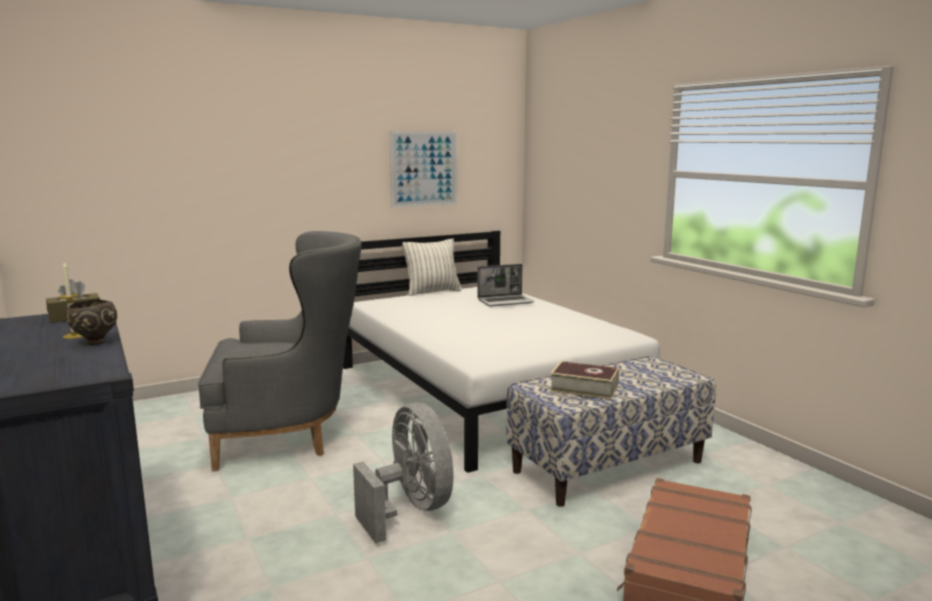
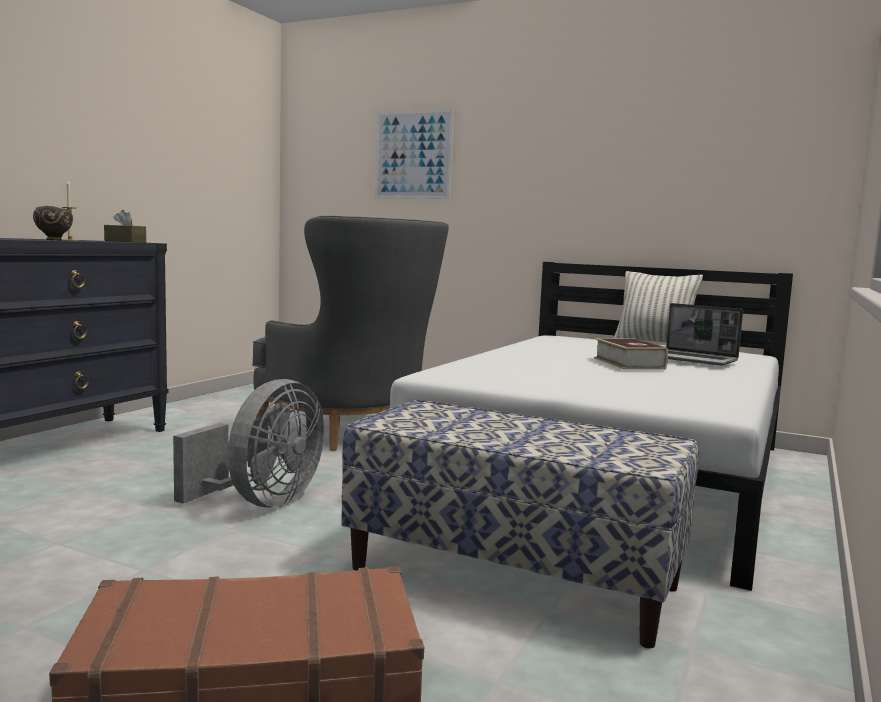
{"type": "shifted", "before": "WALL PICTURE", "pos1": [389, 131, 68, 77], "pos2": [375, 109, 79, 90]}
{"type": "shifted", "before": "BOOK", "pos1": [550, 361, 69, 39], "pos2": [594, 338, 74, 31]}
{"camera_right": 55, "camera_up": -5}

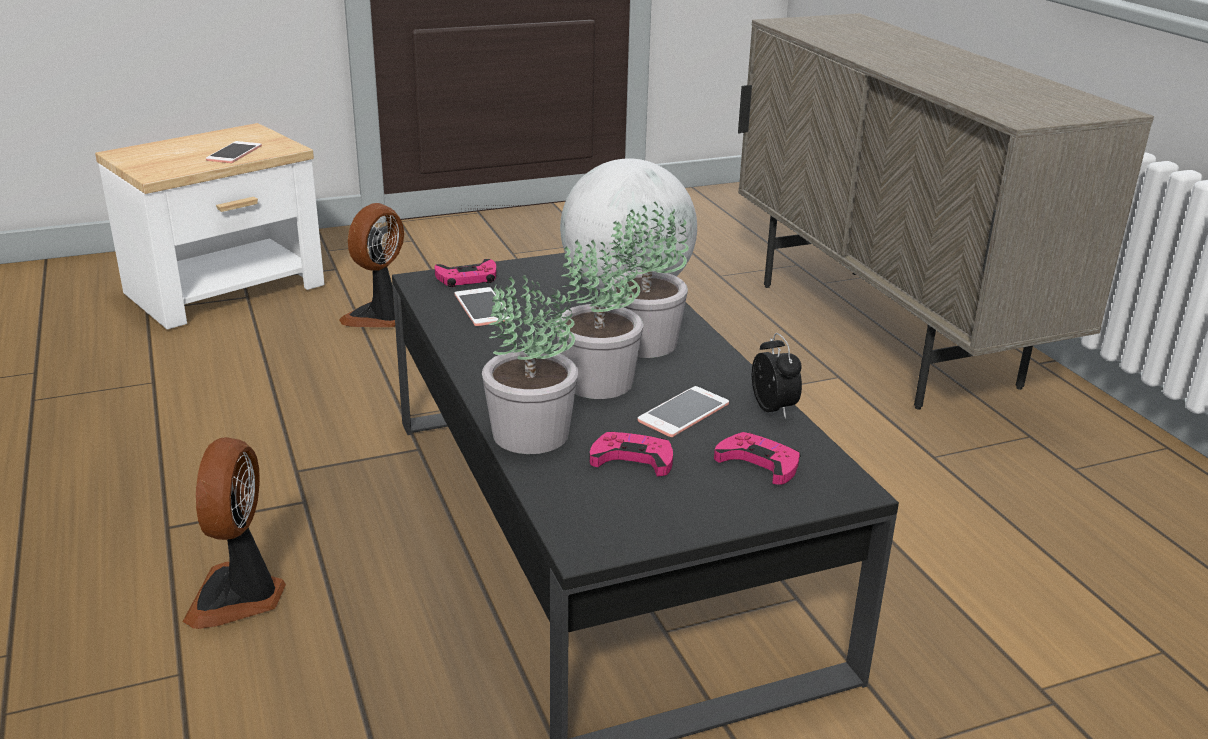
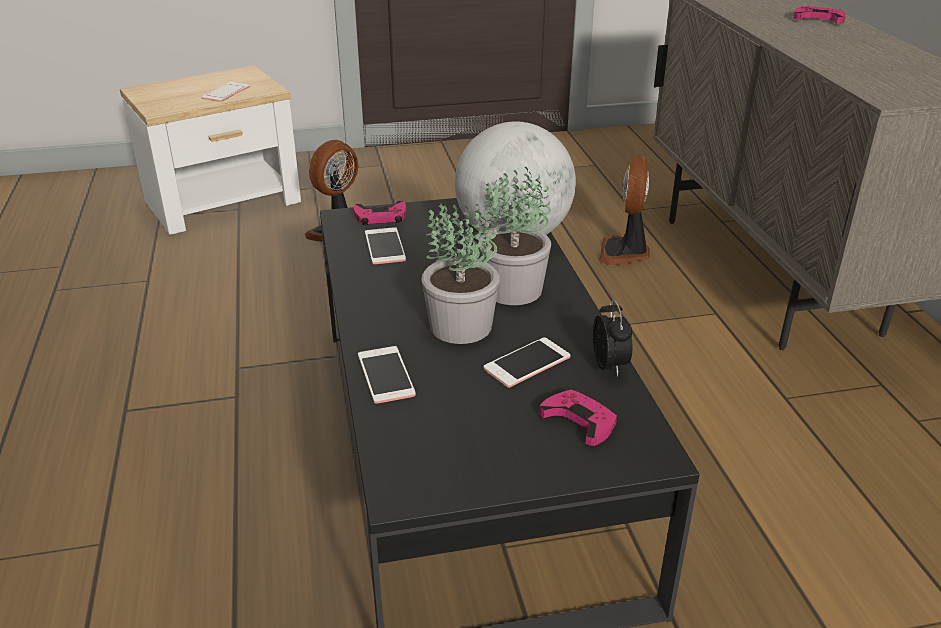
{"type": "shifted", "before": "ELECTRIC FAN", "pos1": [182, 437, 104, 192], "pos2": [600, 155, 50, 110]}
{"type": "shifted", "before": "PINKISH GAMEPAD", "pos1": [589, 431, 84, 45], "pos2": [794, 6, 52, 18]}
{"type": "swapped", "before": "HOUSEPLANT", "after": "HANDSET", "pos1": [482, 275, 96, 179], "pos2": [358, 346, 58, 58]}
{"camera_right": 10, "camera_up": 5}

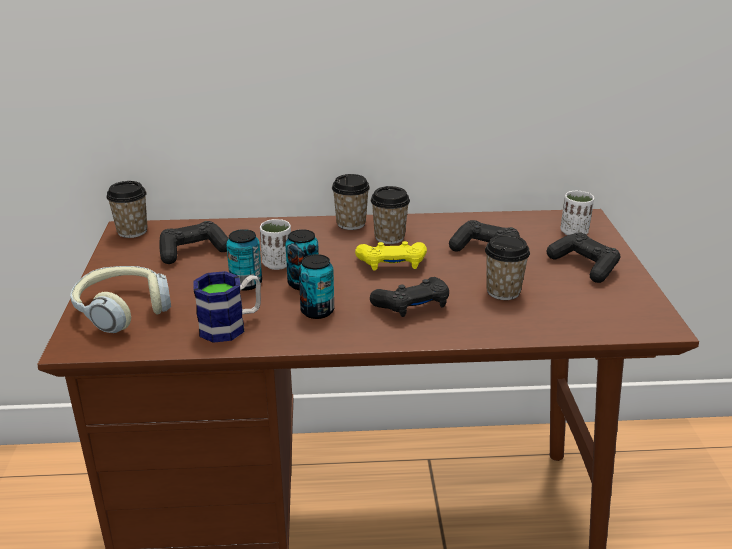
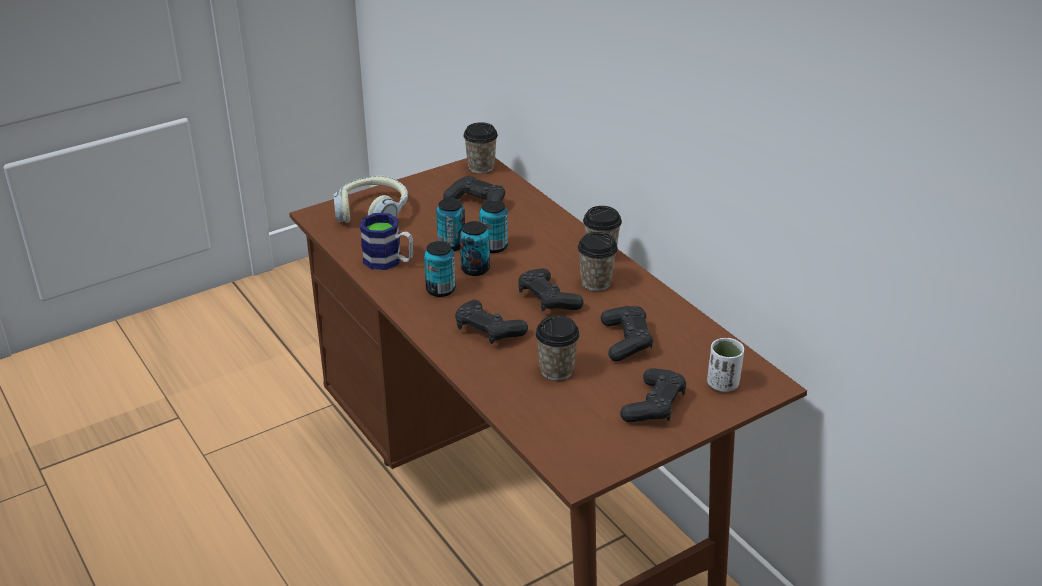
{"type": "swapped", "before": "WHITISH DRINKING CUP", "after": "CAN", "pos1": [260, 219, 31, 51], "pos2": [479, 200, 29, 53]}
{"type": "repainted", "before": "YELLOWISH GAMEPAD", "after": "BLACKISH GAMEPAD", "pos1": [355, 241, 72, 30], "pos2": [518, 268, 66, 43]}
{"camera_right": 60, "camera_up": 5}

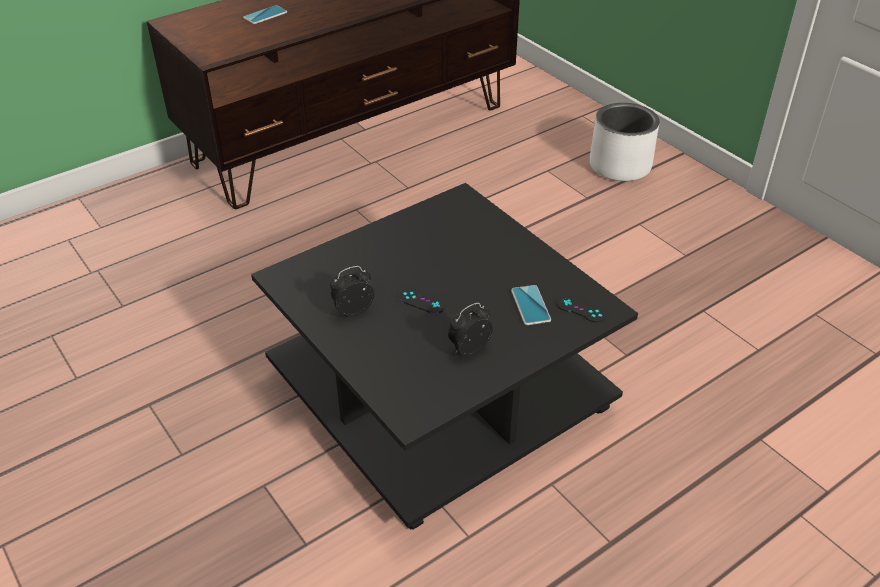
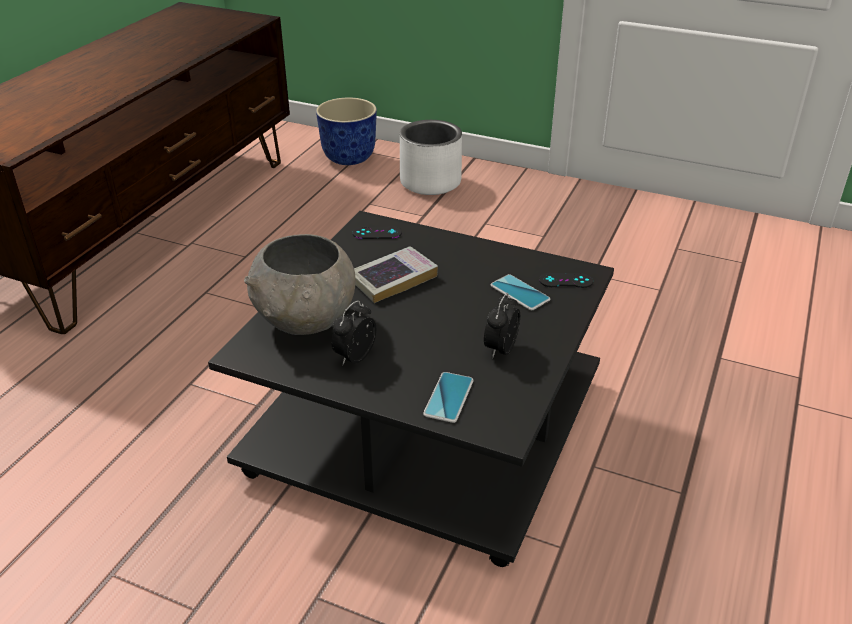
{"type": "new", "after": "GREY BOWL", "pos2": [244, 234, 111, 101]}
{"type": "new", "after": "PLANTER", "pos2": [316, 97, 61, 68]}
{"type": "new", "after": "BOOK", "pos2": [354, 246, 84, 57]}
{"type": "shifted", "before": "HANDSET", "pos1": [243, 5, 44, 19], "pos2": [423, 372, 51, 51]}
{"type": "shifted", "before": "BLACKISH GAMEPAD", "pos1": [399, 288, 47, 26], "pos2": [352, 226, 50, 13]}
{"camera_right": -30, "camera_up": -5}

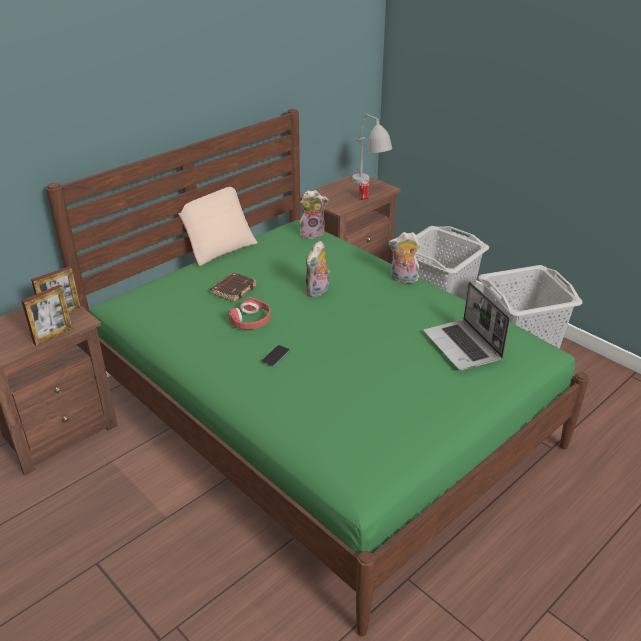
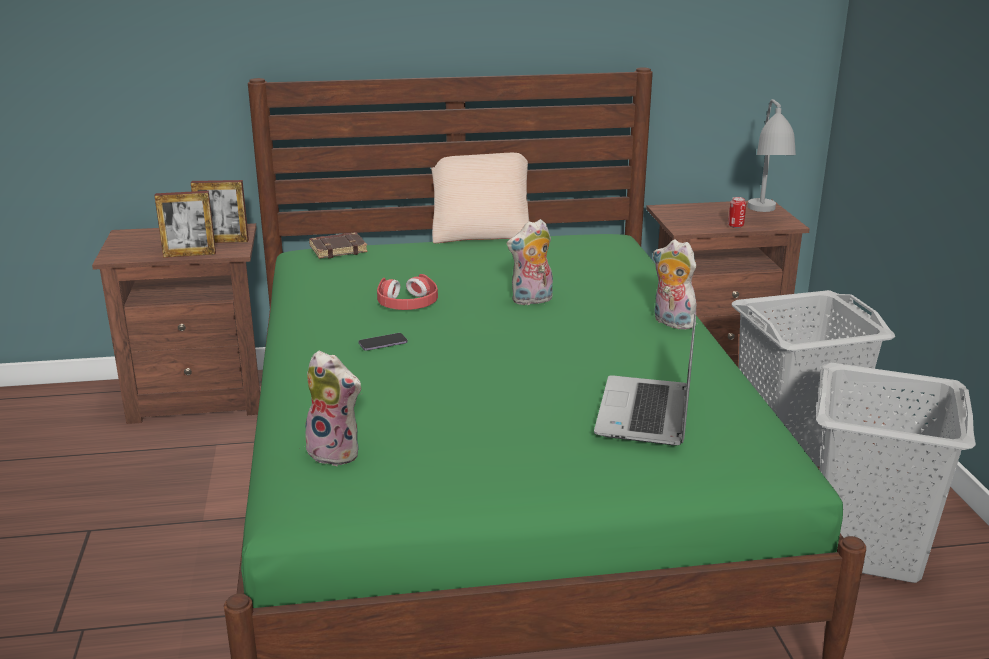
{"type": "shifted", "before": "BROWN BOOK", "pos1": [211, 273, 46, 29], "pos2": [309, 232, 59, 27]}
{"type": "shifted", "before": "CUDDLY TOY", "pos1": [300, 190, 29, 49], "pos2": [305, 351, 57, 115]}
{"camera_right": 35, "camera_up": -10}

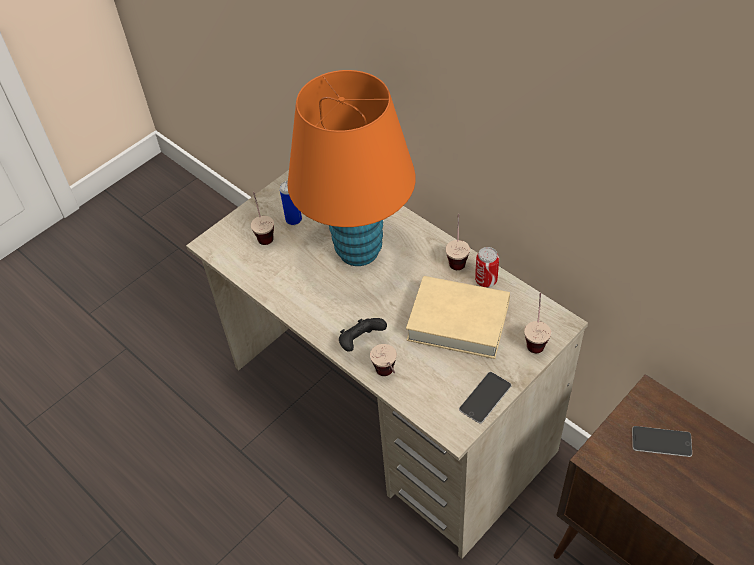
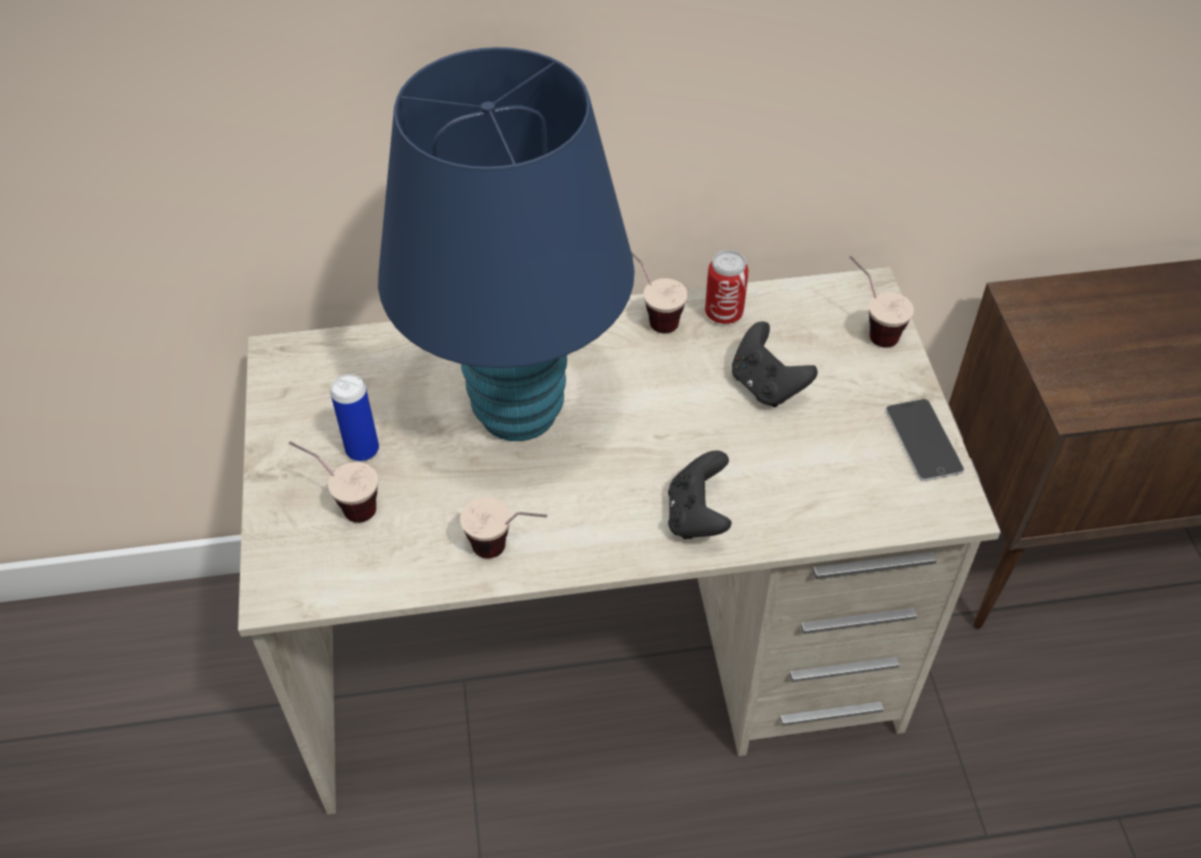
{"type": "gone", "before": "HANDSET", "pos1": [632, 426, 60, 31]}
{"type": "shifted", "before": "DRINKING CUP", "pos1": [370, 344, 27, 32], "pos2": [460, 497, 87, 62]}
{"type": "swapped", "before": "BEIGE BOOK", "after": "BLACKISH GAMEPAD", "pos1": [406, 276, 104, 83], "pos2": [732, 321, 86, 86]}
{"type": "repainted", "before": "ORANGEY TABLETOP LAMP", "after": "BLUE-COLOURED TABLETOP LAMP", "pos1": [287, 70, 129, 196], "pos2": [378, 47, 257, 394]}
{"camera_right": -55, "camera_up": 0}

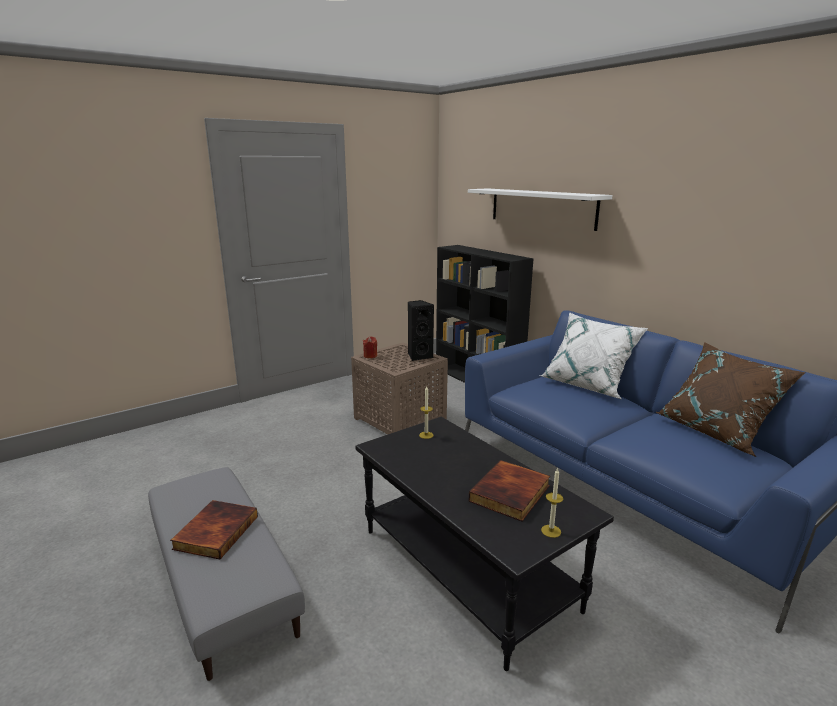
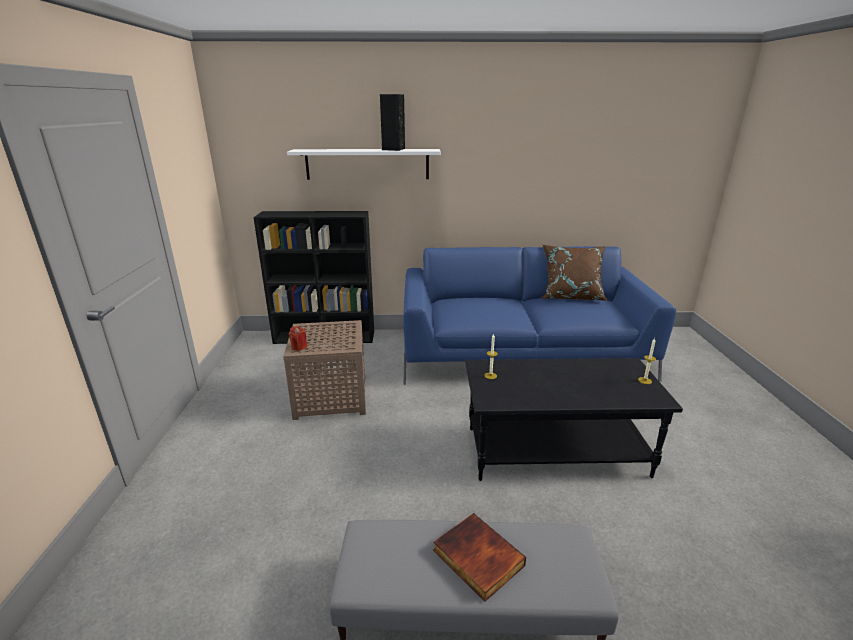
{"type": "gone", "before": "BOOK", "pos1": [469, 460, 81, 62]}
{"type": "gone", "before": "WHITISH PILLOW", "pos1": [539, 312, 109, 87]}
{"type": "shifted", "before": "BLACKISH LOUDSPEAKER", "pos1": [408, 300, 26, 61], "pos2": [380, 94, 25, 57]}
{"camera_right": -55, "camera_up": 5}

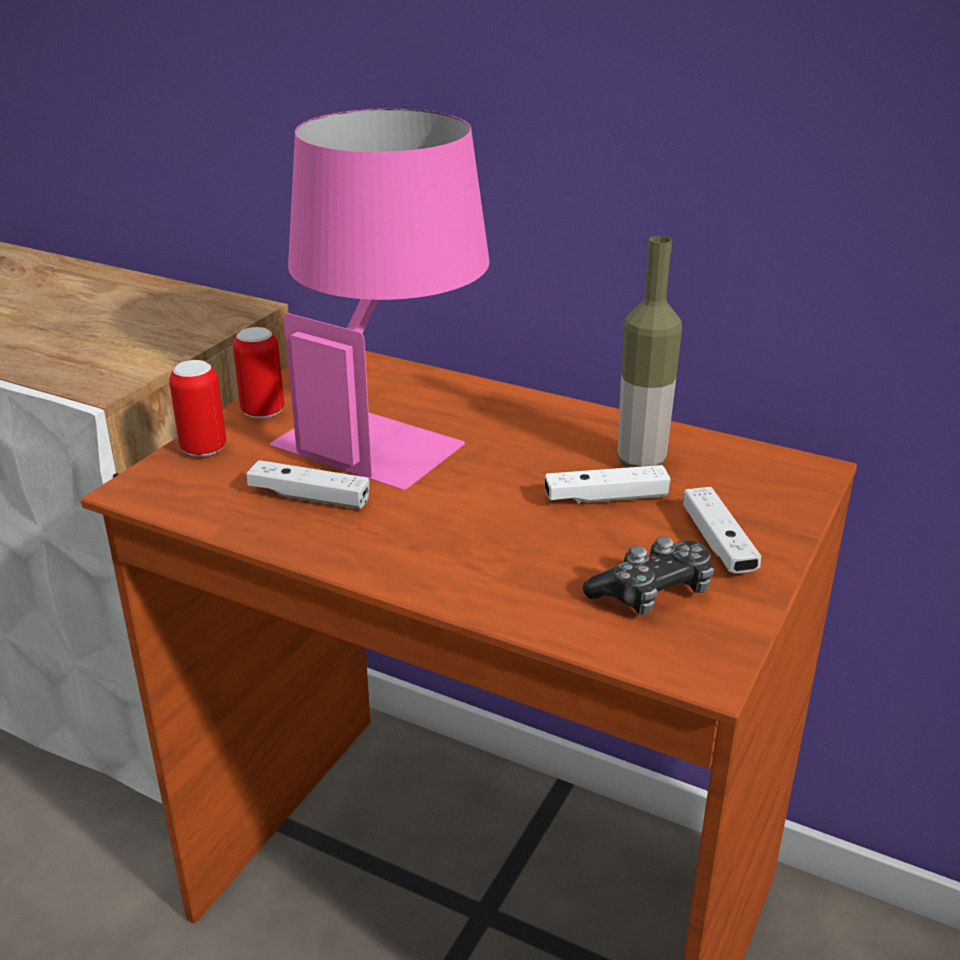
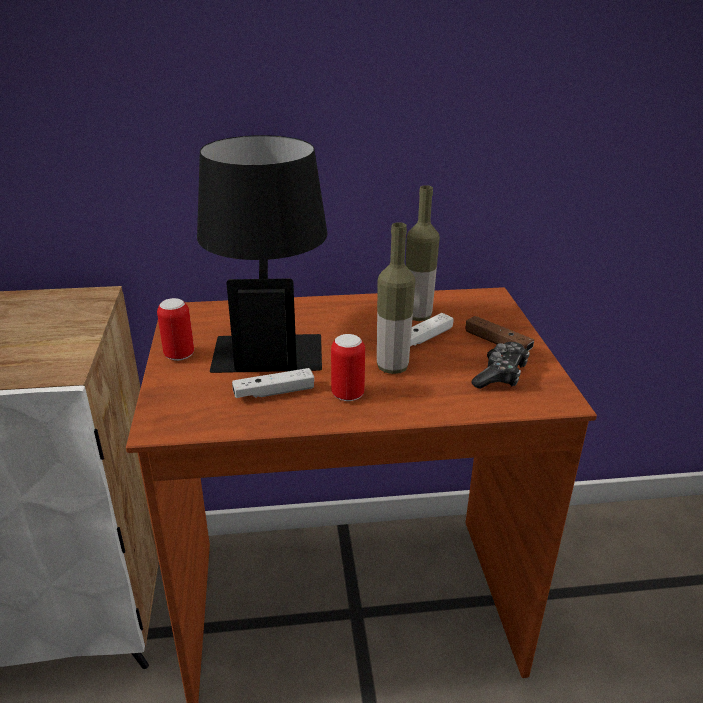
{"type": "new", "after": "DRINK BOTTLE", "pos2": [377, 222, 38, 152]}
{"type": "shifted", "before": "CAN", "pos1": [169, 360, 57, 97], "pos2": [331, 334, 34, 67]}
{"type": "repainted", "before": "PINKISH TABLETOP LAMP", "after": "BLACKISH TABLETOP LAMP", "pos1": [270, 109, 219, 381], "pos2": [197, 135, 130, 238]}
{"type": "repainted", "before": "WHITISH GAMEPAD", "after": "BROWN GAMEPAD", "pos1": [683, 487, 78, 87], "pos2": [465, 316, 69, 35]}
{"camera_right": -35, "camera_up": 0}

